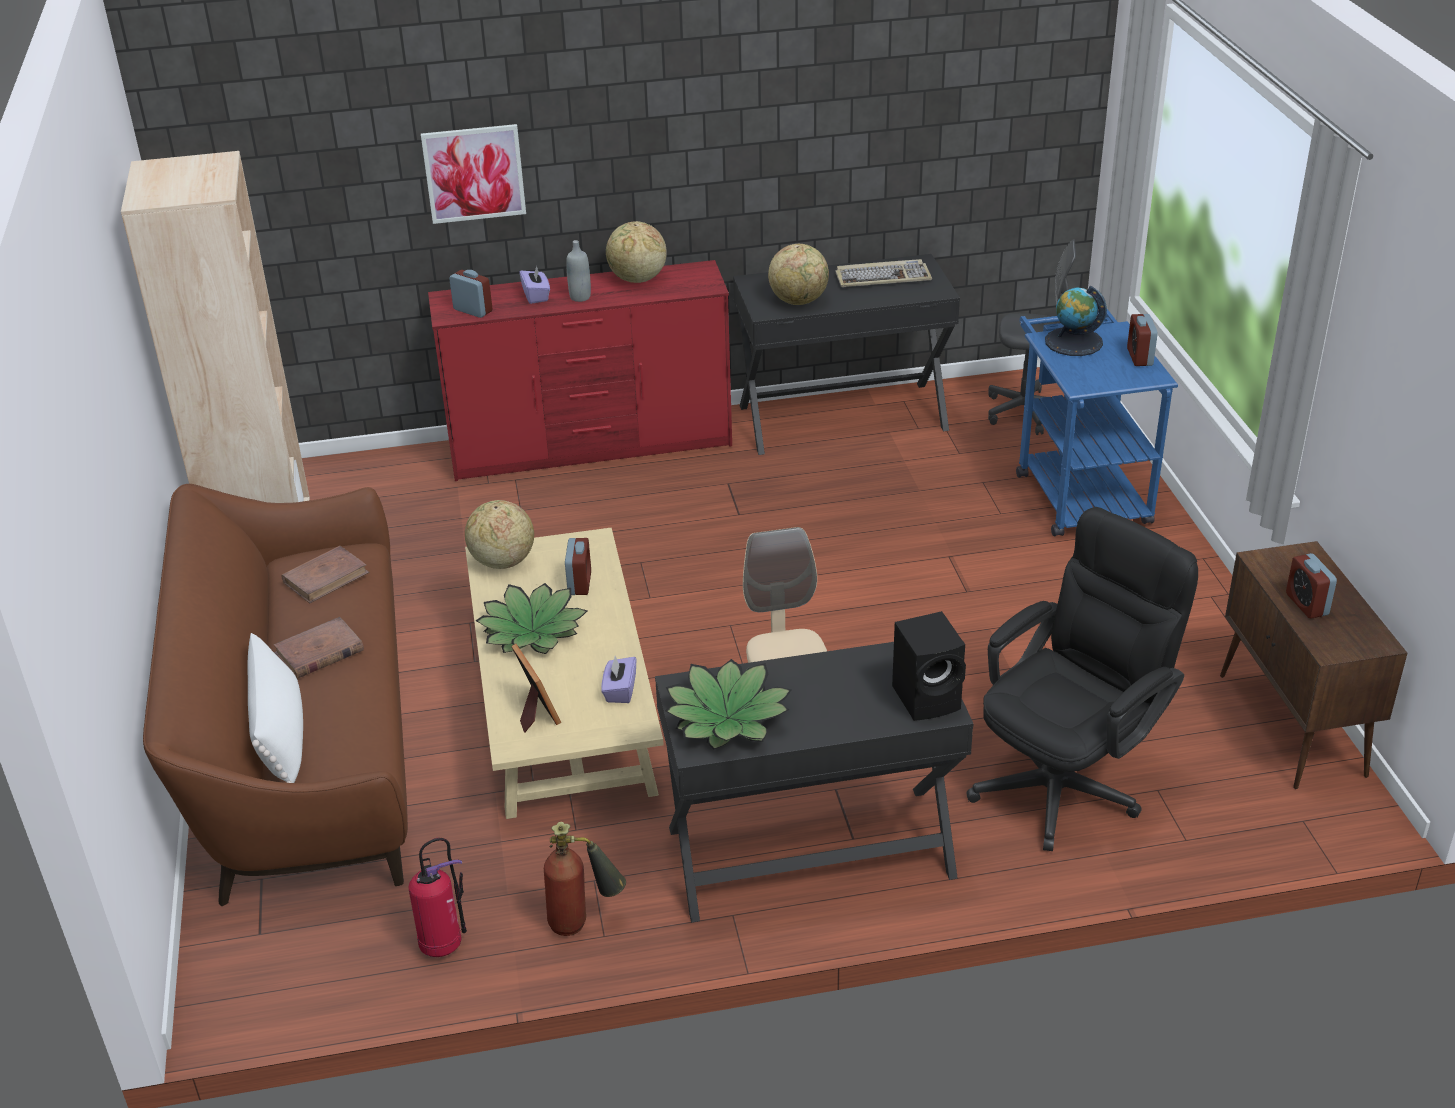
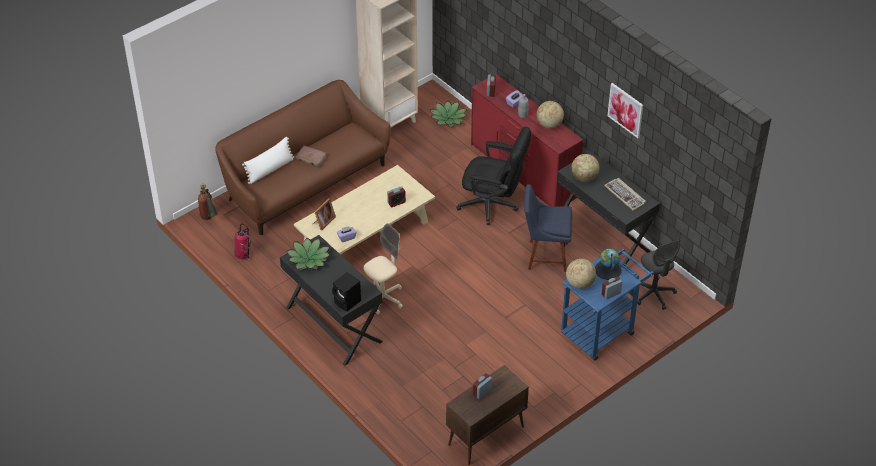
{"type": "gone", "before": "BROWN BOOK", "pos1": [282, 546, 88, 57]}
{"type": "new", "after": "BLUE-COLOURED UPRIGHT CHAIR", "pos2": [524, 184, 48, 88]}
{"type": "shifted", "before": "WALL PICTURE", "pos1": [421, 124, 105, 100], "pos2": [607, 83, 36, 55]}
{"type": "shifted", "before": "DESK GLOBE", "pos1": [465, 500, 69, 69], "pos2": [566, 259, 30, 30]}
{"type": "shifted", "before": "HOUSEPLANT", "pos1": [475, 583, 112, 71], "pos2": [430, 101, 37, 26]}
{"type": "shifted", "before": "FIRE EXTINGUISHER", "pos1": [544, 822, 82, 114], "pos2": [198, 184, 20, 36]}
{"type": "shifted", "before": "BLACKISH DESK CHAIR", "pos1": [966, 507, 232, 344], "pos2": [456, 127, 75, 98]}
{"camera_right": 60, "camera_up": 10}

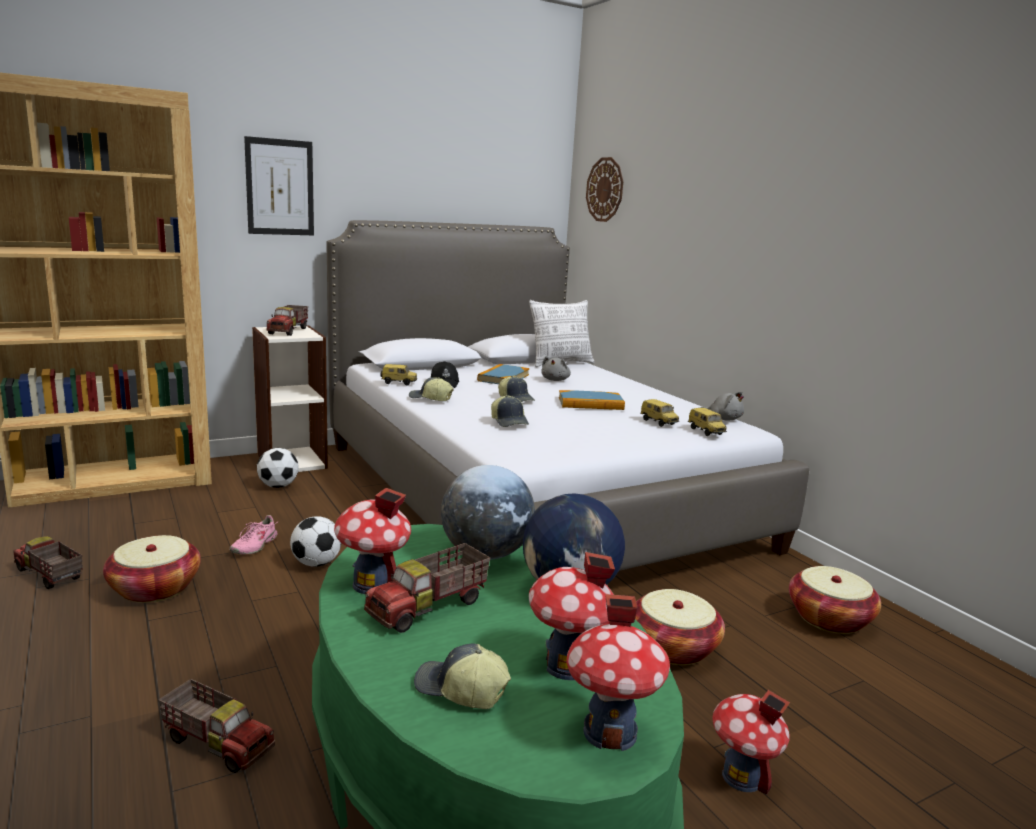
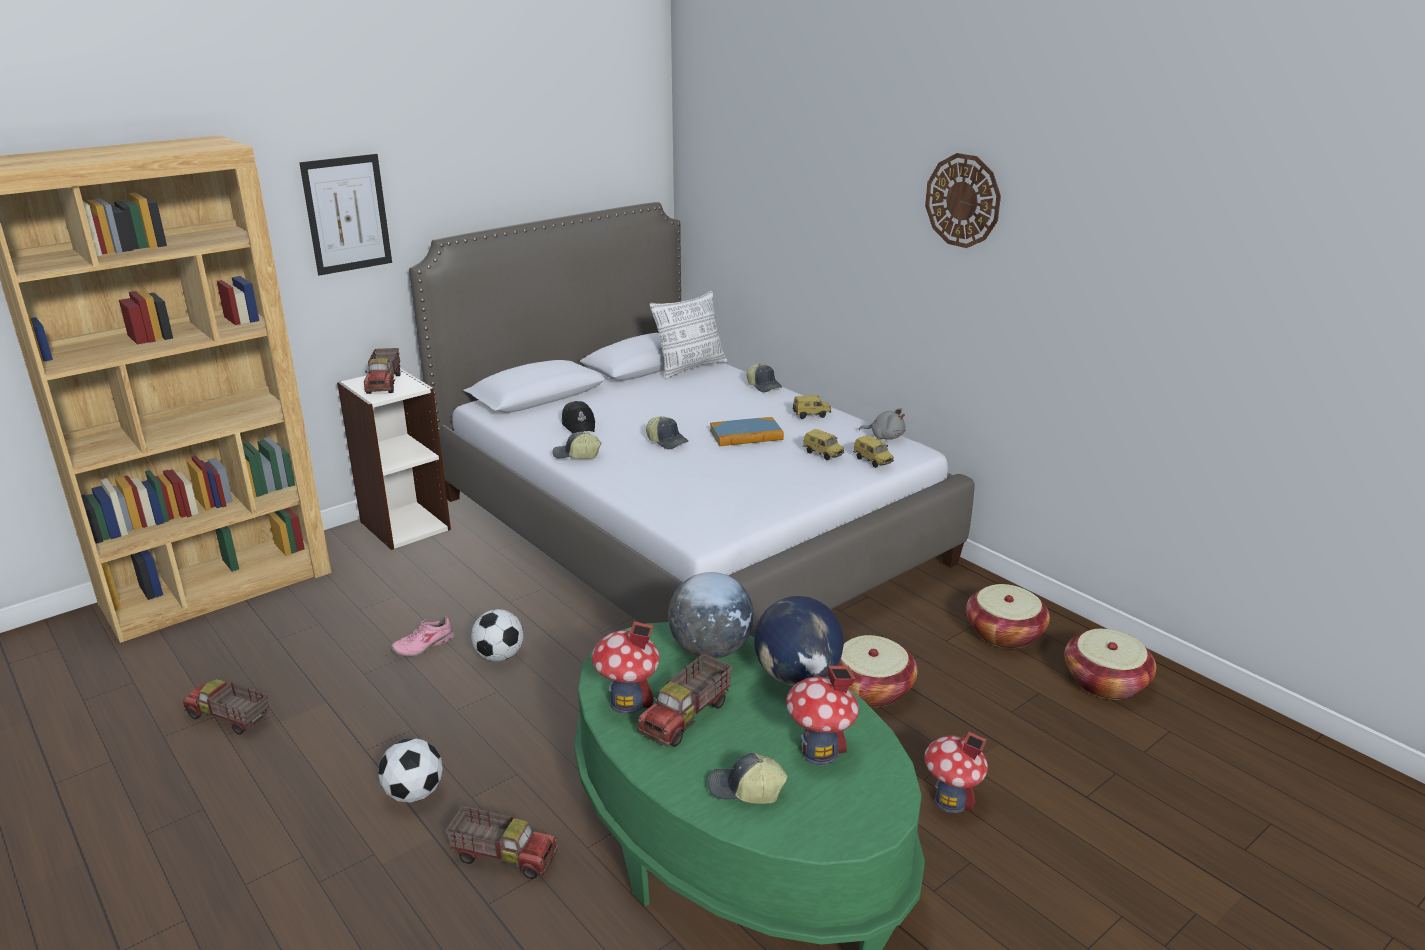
{"type": "gone", "before": "BOOK", "pos1": [477, 364, 52, 20]}
{"type": "gone", "before": "GREY CUDDLY TOY", "pos1": [541, 356, 30, 25]}
{"type": "gone", "before": "TOY HOUSE", "pos1": [567, 594, 103, 157]}
{"type": "shifted", "before": "STORAGE BASKET", "pos1": [103, 535, 98, 68], "pos2": [1064, 629, 92, 71]}
{"type": "shifted", "before": "FOOTBALL BALL", "pos1": [257, 448, 42, 40], "pos2": [378, 738, 65, 65]}
{"type": "shifted", "before": "MINIATURE CAR", "pos1": [380, 364, 37, 22], "pos2": [792, 395, 39, 24]}
{"type": "shifted", "before": "CAP", "pos1": [491, 395, 38, 32], "pos2": [746, 364, 36, 28]}
{"type": "shifted", "before": "CLOCK ON THE WALL", "pos1": [586, 157, 37, 65], "pos2": [925, 153, 76, 95]}
{"type": "rotated", "before": "PINKISH ITEM OF FOOTWEAR", "pos1": [229, 515, 50, 40], "pos2": [391, 616, 63, 41], "turn": 45}
{"camera_right": -10, "camera_up": 10}

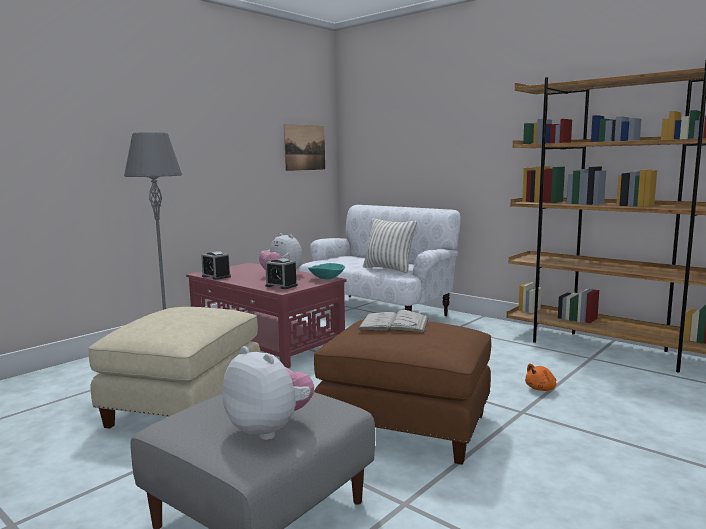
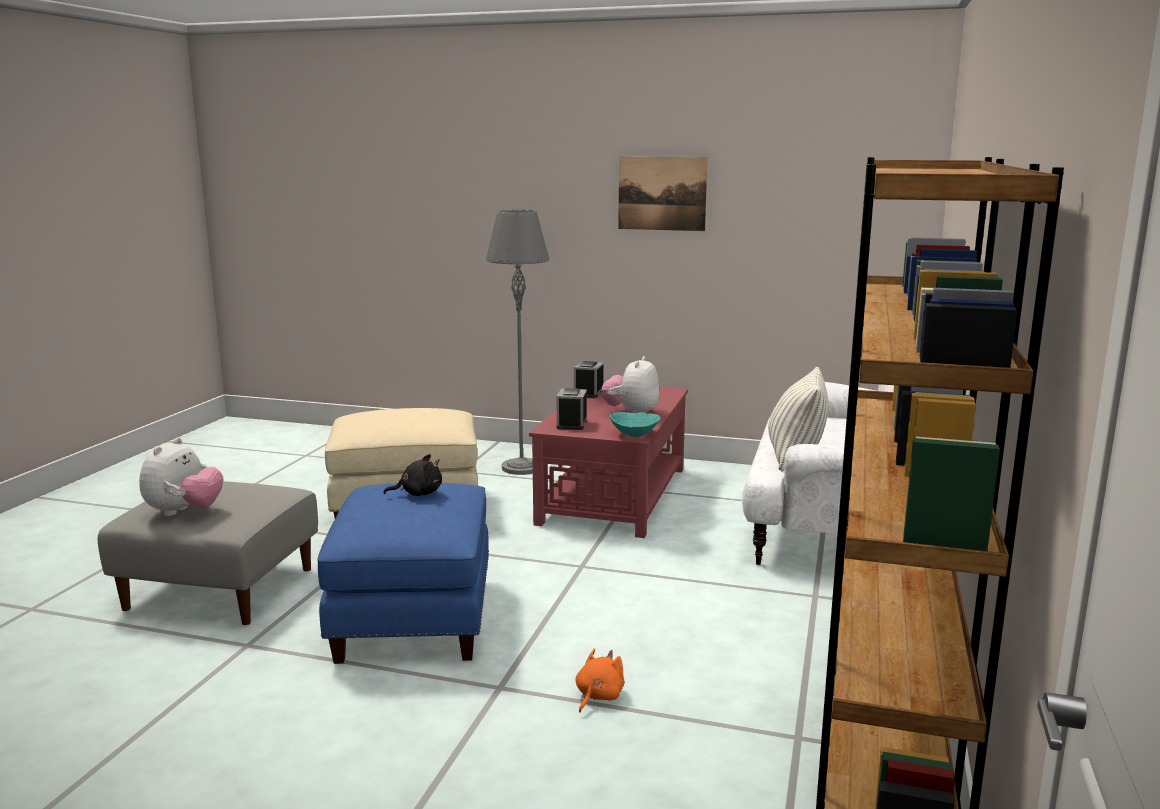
{"type": "shifted", "before": "WALL PICTURE", "pos1": [284, 124, 41, 47], "pos2": [618, 157, 90, 74]}
{"type": "swapped", "before": "WHITISH BOOK", "after": "BLACKISH CUDDLY TOY", "pos1": [357, 310, 72, 23], "pos2": [384, 454, 58, 42]}
{"type": "repainted", "before": "BROWN POUFFE", "after": "BLUE-COLOURED POUFFE", "pos1": [314, 320, 177, 145], "pos2": [317, 483, 172, 181]}
{"type": "rotated", "before": "ORANGEY CUDDLY TOY", "pos1": [525, 364, 31, 27], "pos2": [576, 648, 49, 64], "turn": 90}
{"camera_right": 65, "camera_up": 5}

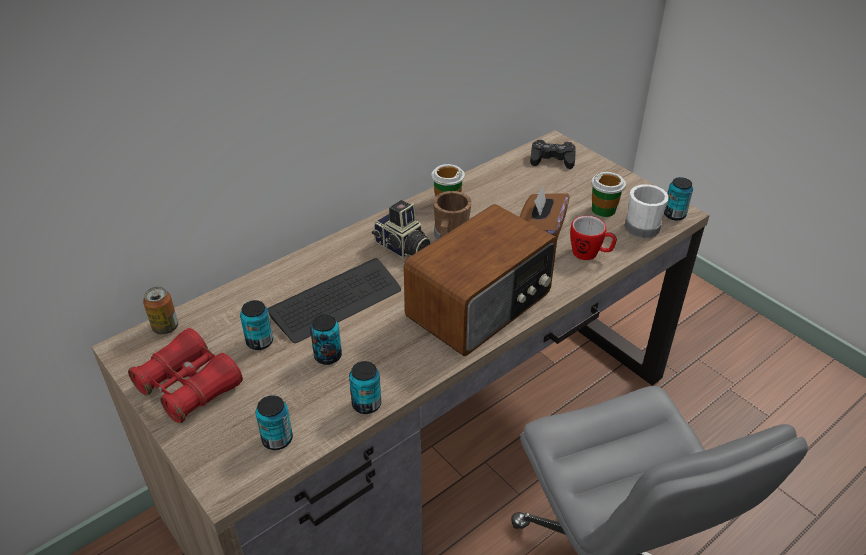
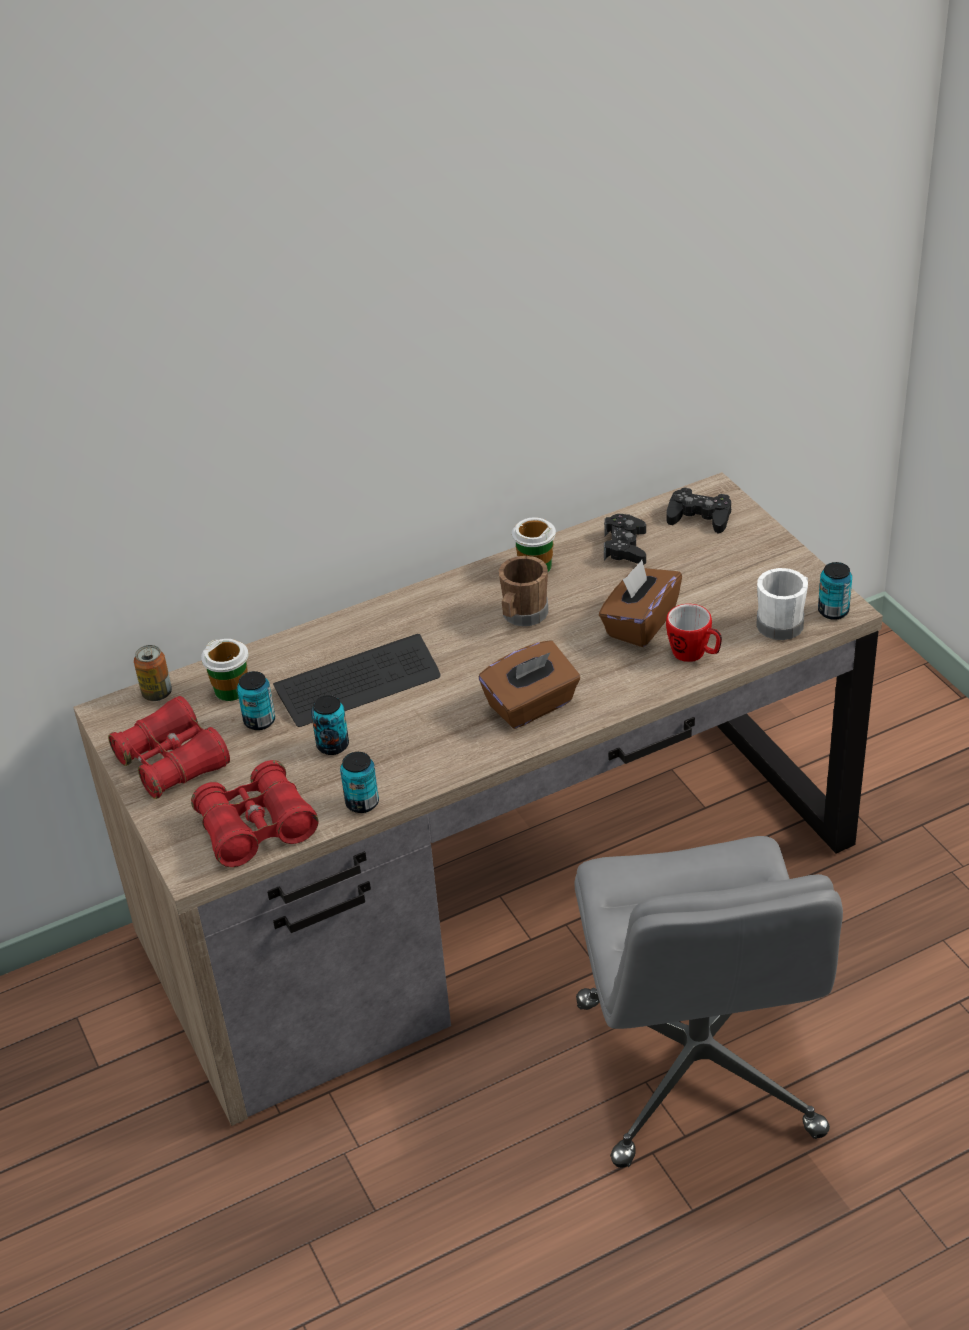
{"type": "gone", "before": "STILL CAMERA", "pos1": [372, 200, 60, 58]}
{"type": "new", "after": "BLACKISH GAMEPAD", "pos2": [604, 514, 42, 51]}
{"type": "shifted", "before": "DRINKING CUP", "pos1": [591, 172, 35, 45], "pos2": [201, 639, 47, 62]}
{"type": "swapped", "before": "CAN", "after": "REDDISH FIELD GLASSES", "pos1": [256, 395, 37, 55], "pos2": [191, 760, 127, 107]}
{"type": "swapped", "before": "RADIO", "after": "BROWN BOX OF TISSUES", "pos1": [404, 204, 153, 152], "pos2": [479, 640, 101, 89]}
{"camera_right": 15, "camera_up": 0}

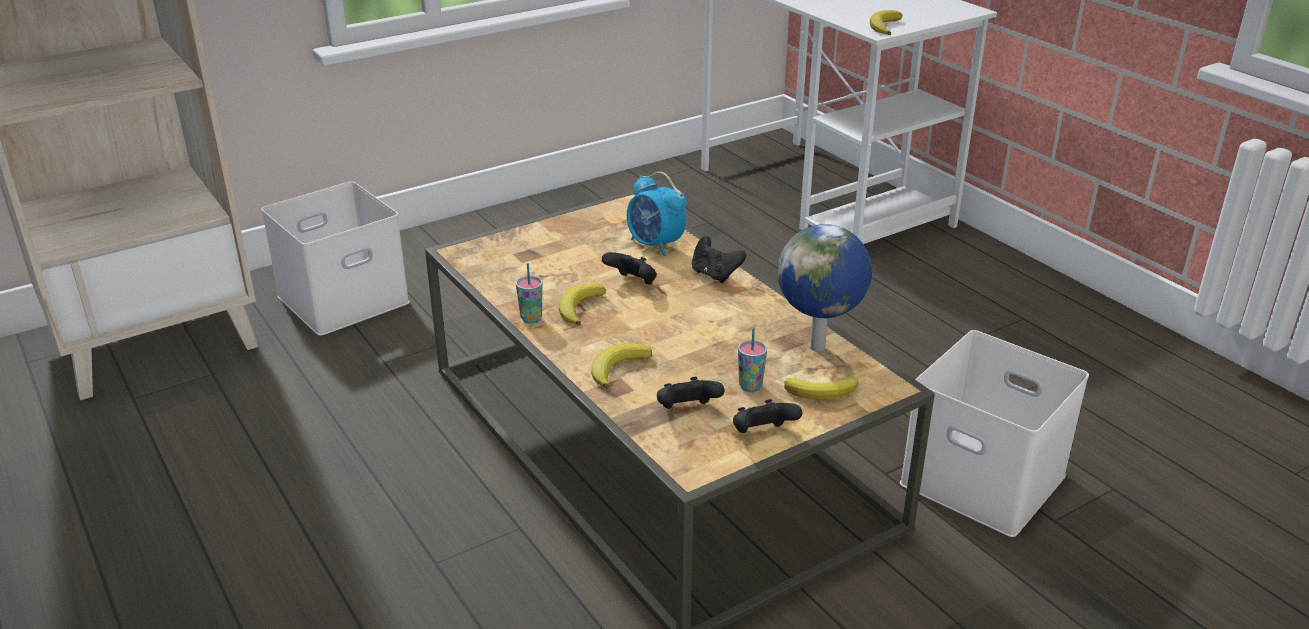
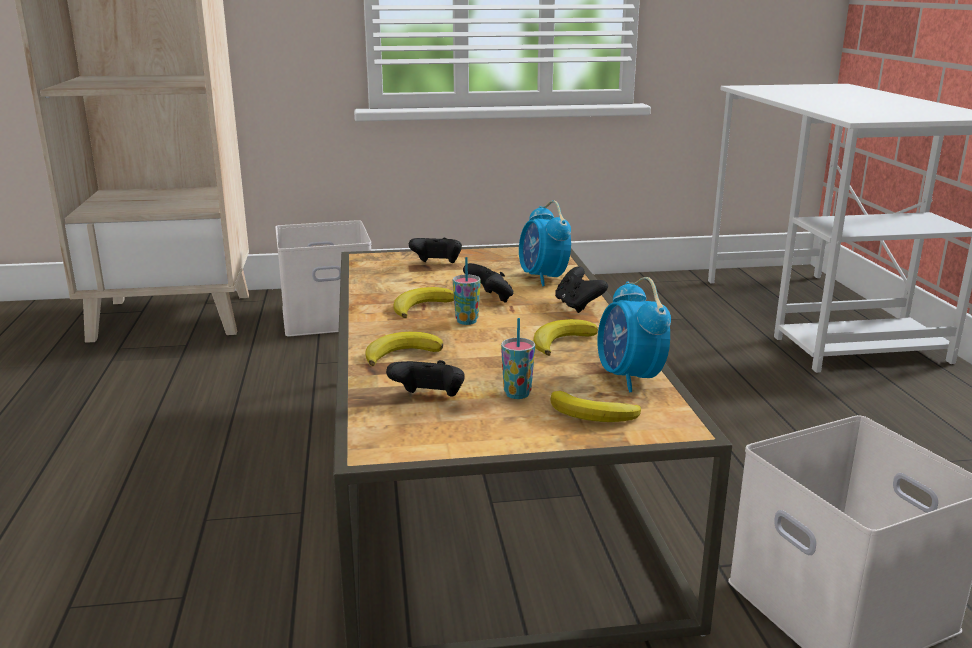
{"type": "shifted", "before": "DRINKING CUP", "pos1": [516, 263, 27, 61], "pos2": [453, 257, 28, 68]}
{"type": "shifted", "before": "BLACKISH GAMEPAD", "pos1": [733, 399, 69, 34], "pos2": [409, 238, 53, 25]}
{"type": "shifted", "before": "BANANA", "pos1": [870, 10, 33, 25], "pos2": [533, 319, 65, 37]}
{"type": "swapped", "before": "DESK GLOBE", "after": "ALARM CLOCK", "pos1": [778, 224, 94, 128], "pos2": [597, 277, 74, 115]}
{"camera_right": 25, "camera_up": -10}

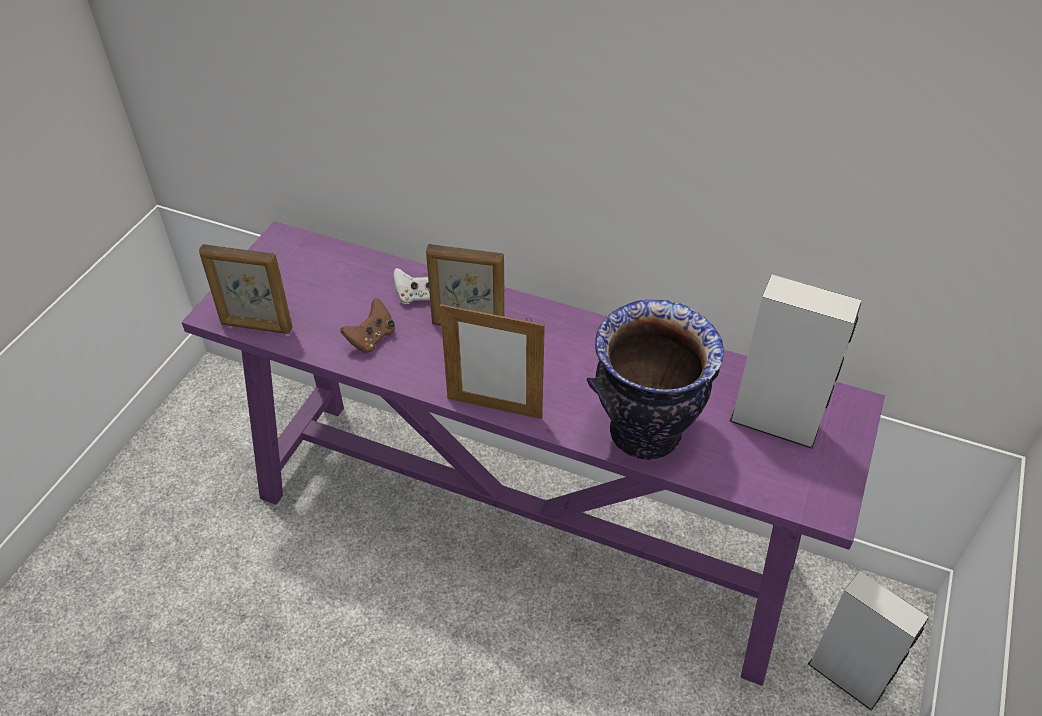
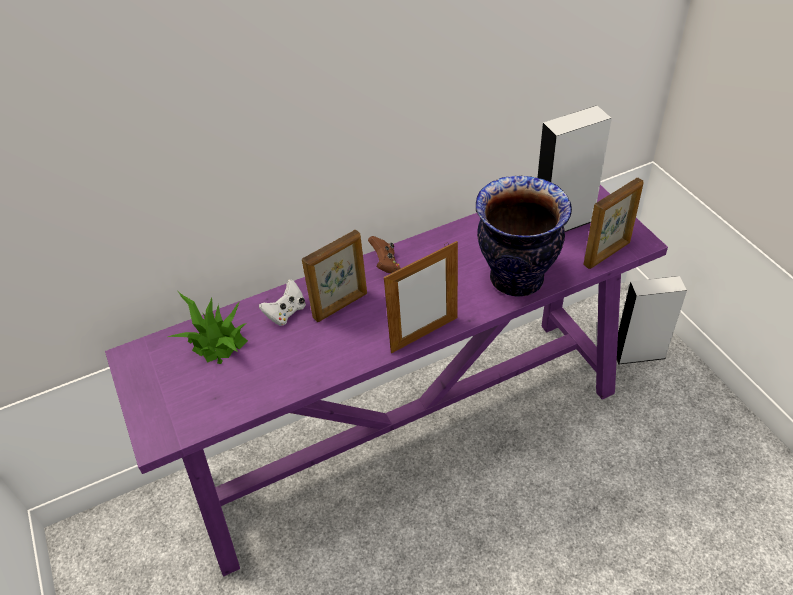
{"type": "new", "after": "HOUSEPLANT", "pos2": [168, 292, 80, 72]}
{"type": "shifted", "before": "STANDING FRAME", "pos1": [199, 244, 93, 90], "pos2": [583, 178, 60, 91]}
{"type": "shifted", "before": "BROWN GAMEPAD", "pos1": [340, 298, 55, 56], "pos2": [368, 236, 32, 37]}
{"camera_right": -45, "camera_up": 0}

